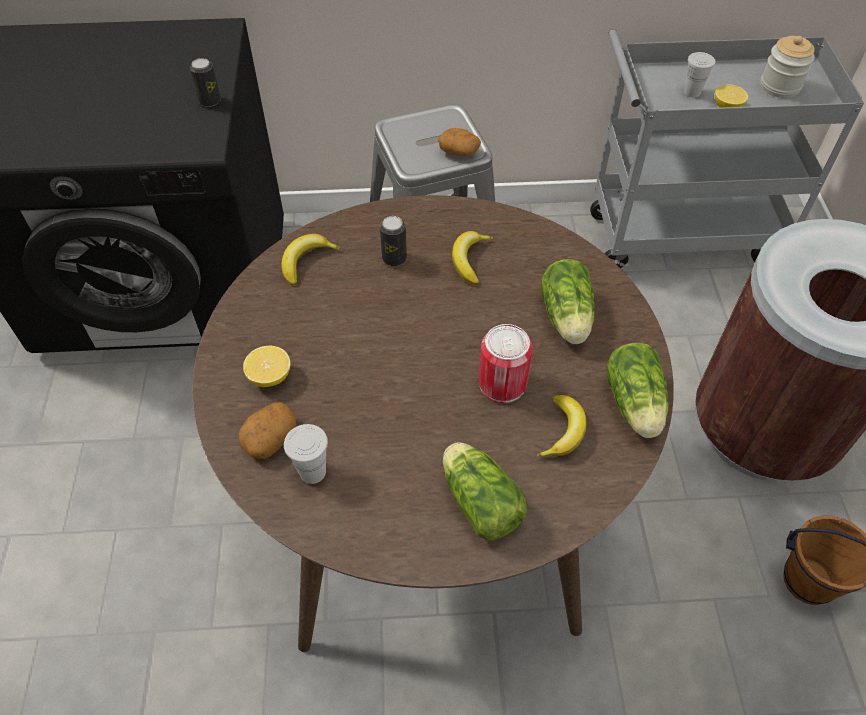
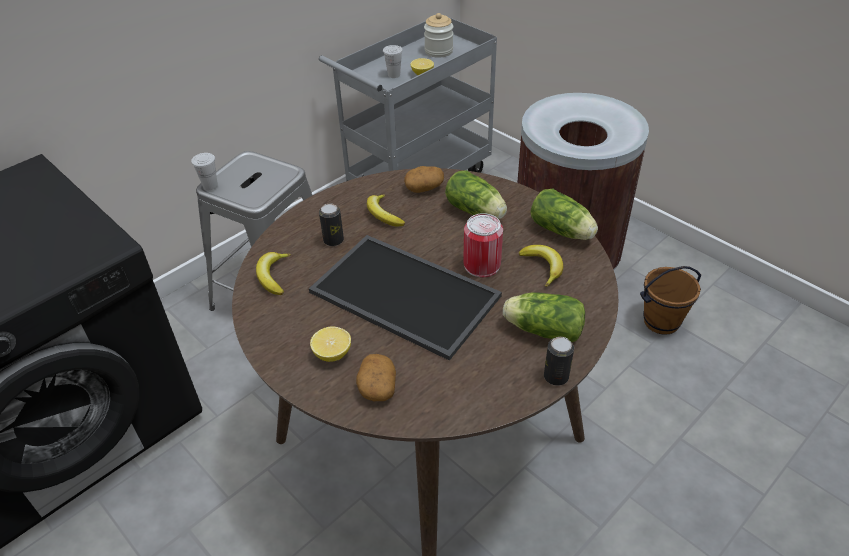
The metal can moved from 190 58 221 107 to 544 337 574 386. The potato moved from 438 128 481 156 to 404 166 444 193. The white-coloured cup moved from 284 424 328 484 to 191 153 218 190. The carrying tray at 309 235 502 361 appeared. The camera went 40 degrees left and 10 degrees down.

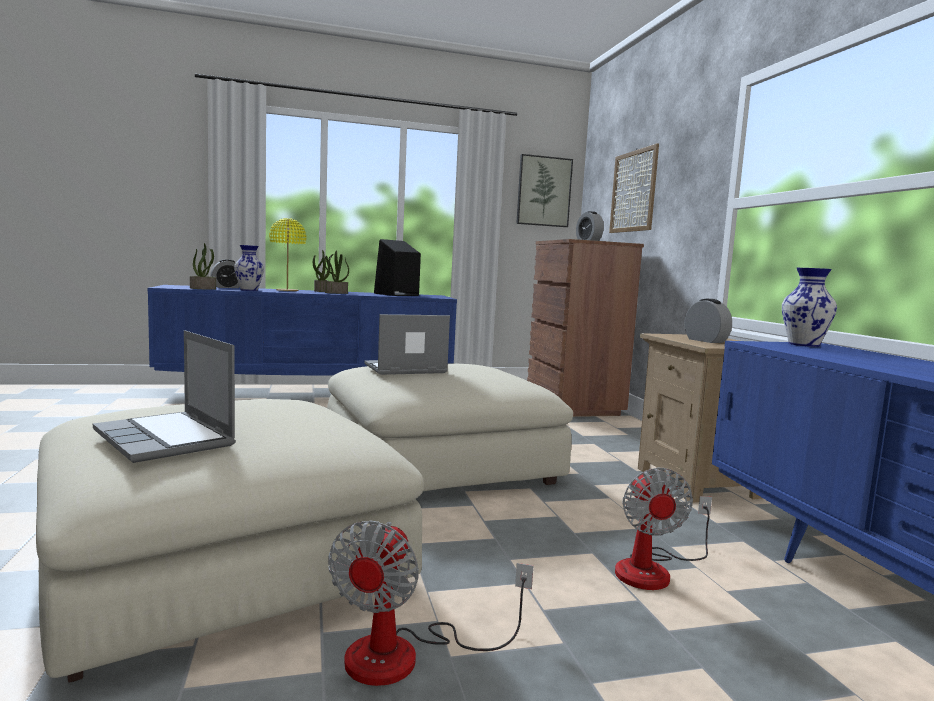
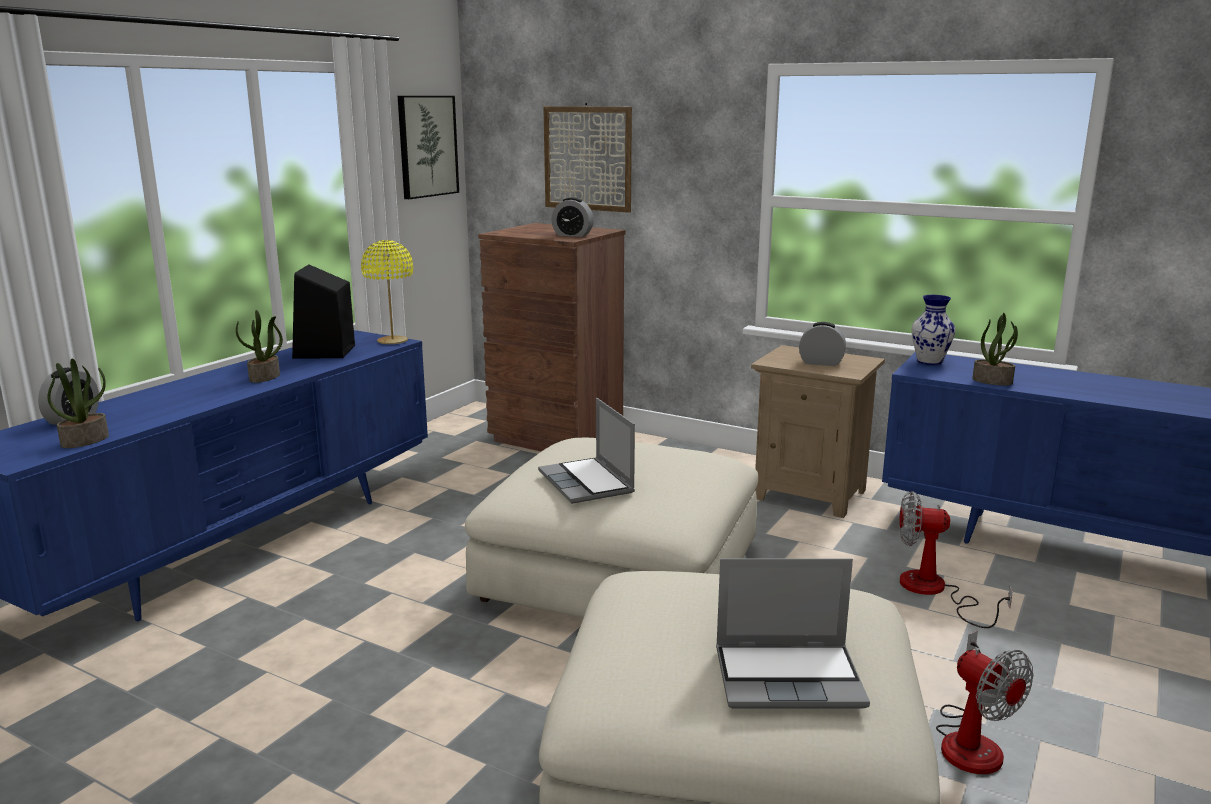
The yellowish lamp for a table moved from 269 218 306 291 to 361 240 413 344. The flower vase at 234 245 264 291 disappeared. The houseplant moved from 313 250 334 292 to 972 313 1018 386. The laptop at 364 314 450 375 turned 45 degrees counterclockwise. The electric fan at 615 468 712 590 turned 150 degrees clockwise. The camera went 45 degrees left and 10 degrees up.

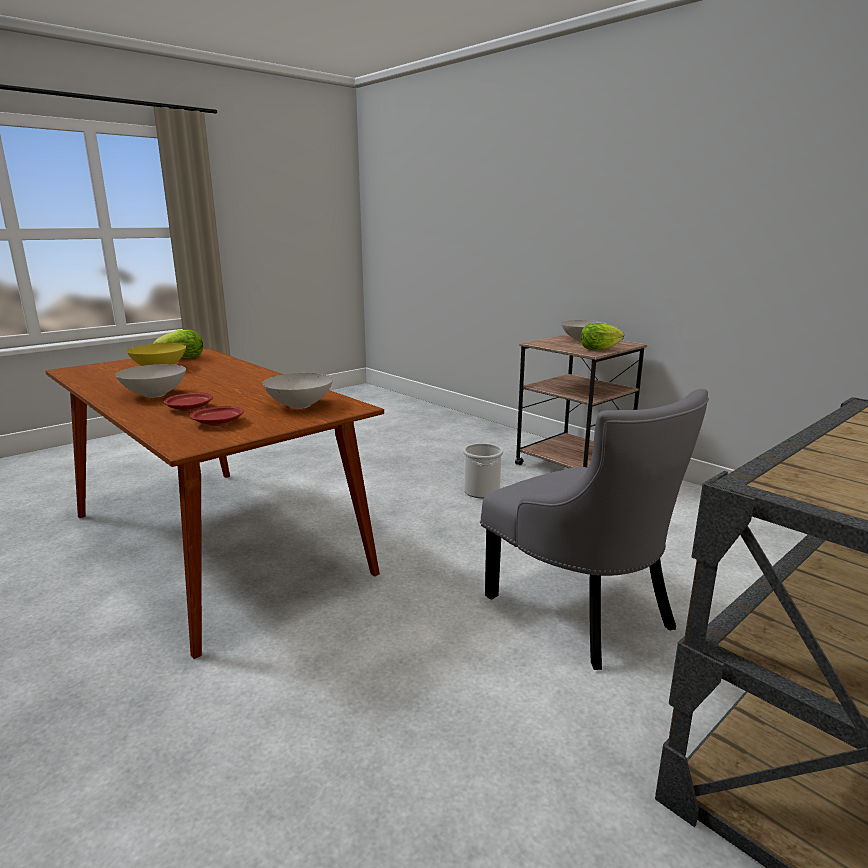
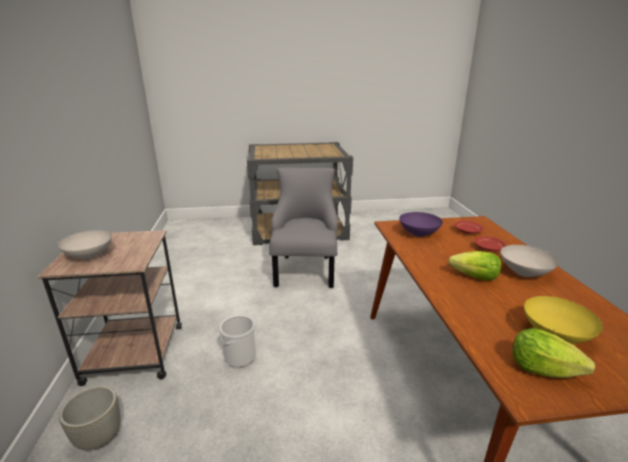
The head of lettuce moved from 581 323 624 350 to 448 251 501 281. The white-coloured serving bowl at 263 373 333 409 became the purple serving bowl at 399 212 443 237. The gray plant pot at 59 386 120 450 appeared. The camera went 145 degrees left and 5 degrees up.

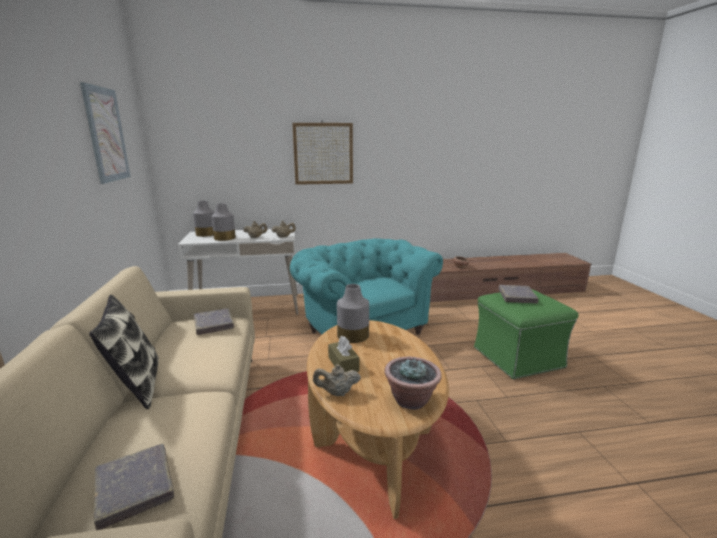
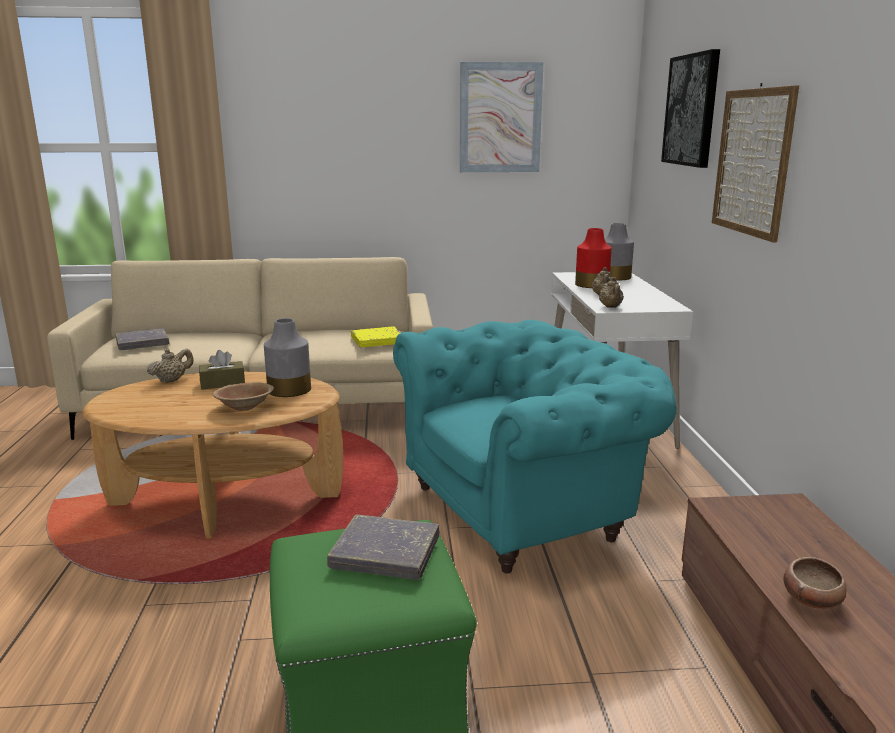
The gray flower vase at 211 203 236 241 became the reddish flower vase at 575 228 612 288. The cushion at 89 295 159 409 disappeared. The gray book at 194 308 234 335 became the yellowish book at 351 326 401 347. The houseplant at 384 357 442 410 disappeared. The sand-coloured pot for tea at 313 364 361 396 turned 45 degrees clockwise. The wall picture at 661 49 720 168 appeared. The brownish serving bowl at 212 382 274 411 appeared. The camera went 95 degrees right and 0 degrees up.

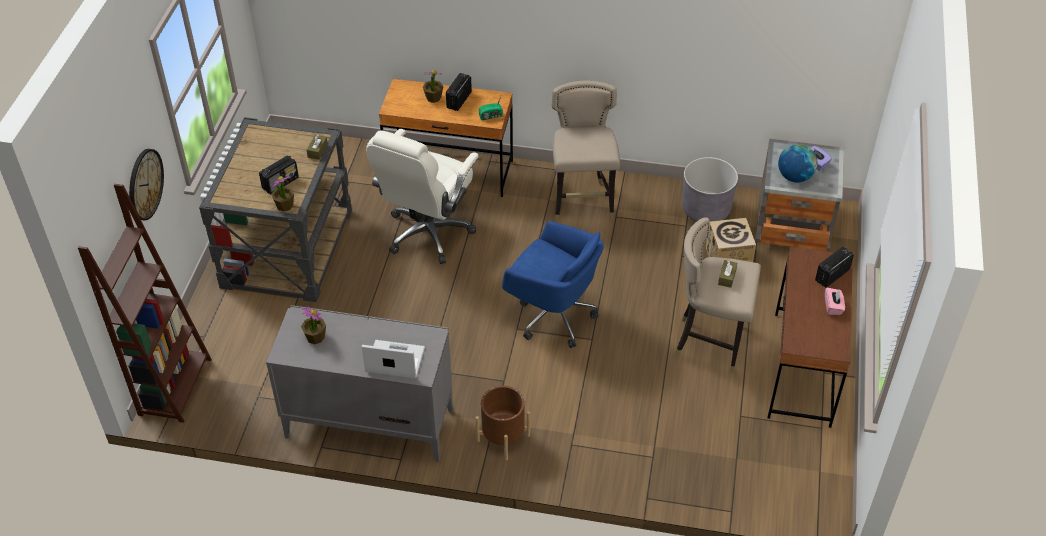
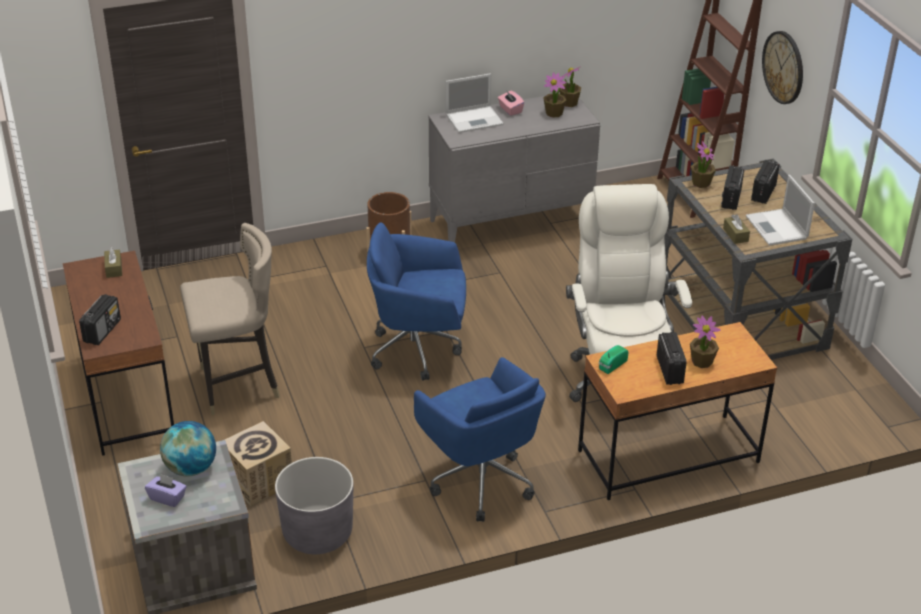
The sand-coloured stool at 552 80 620 221 was replaced by the blue-coloured computer chair at 414 357 546 522. The brownish tissue holder moved from 718 260 737 288 to 104 247 122 278. The pinkish tissue holder moved from 825 287 845 315 to 498 90 524 116. The houseplant at 559 66 581 107 appeared. The radio receiver at 751 160 780 204 appeared. The laptop at 746 175 815 246 appeared. The camera went 150 degrees right and 10 degrees down.

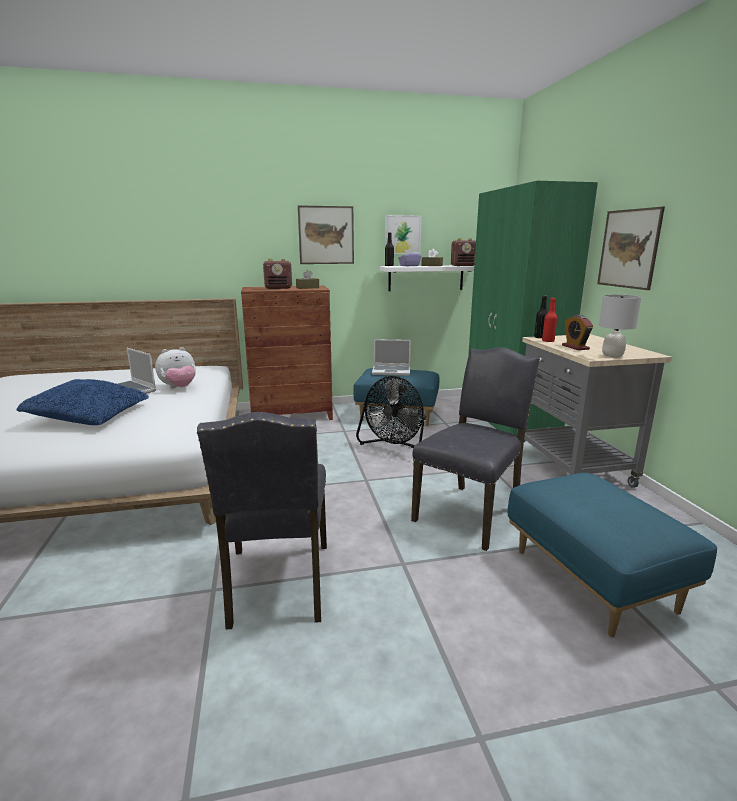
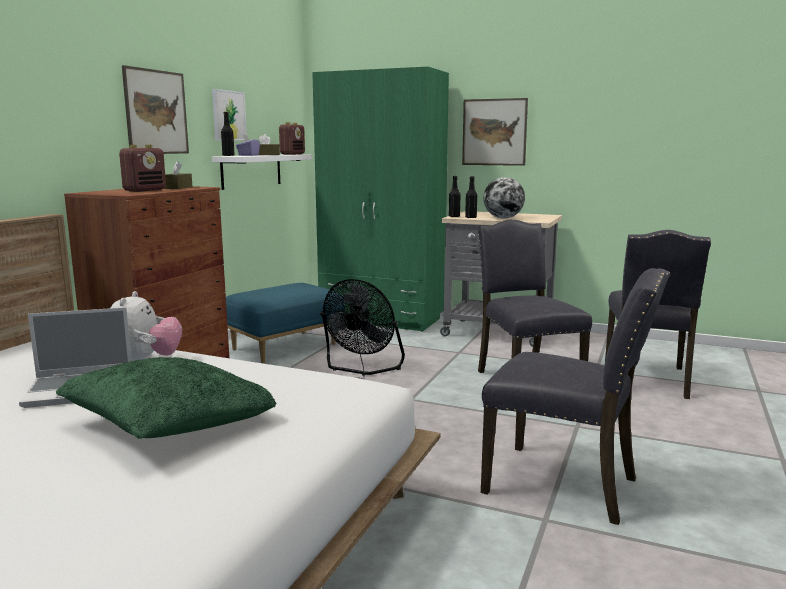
The gray lamp for a table at 599 294 642 357 disappeared. The reddish beverage bottle at 542 298 557 342 became the black-coloured beverage bottle at 465 176 477 218. The bedside clock at 562 315 593 350 was replaced by the world globe at 484 177 525 219. The laptop at 372 339 411 376 disappeared. The black-coloured electric fan at 356 376 426 448 turned 135 degrees counterclockwise. The blue-coloured cushion at 16 379 149 425 became the green cushion at 56 357 276 439. The blue-coloured ottoman at 508 473 717 637 was replaced by the gray upright chair at 605 230 711 399. The camera went 55 degrees left and 5 degrees down.

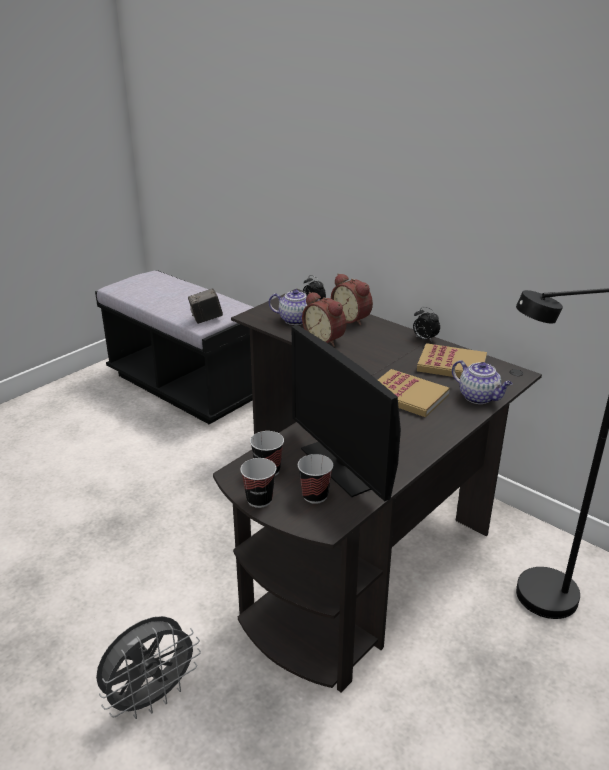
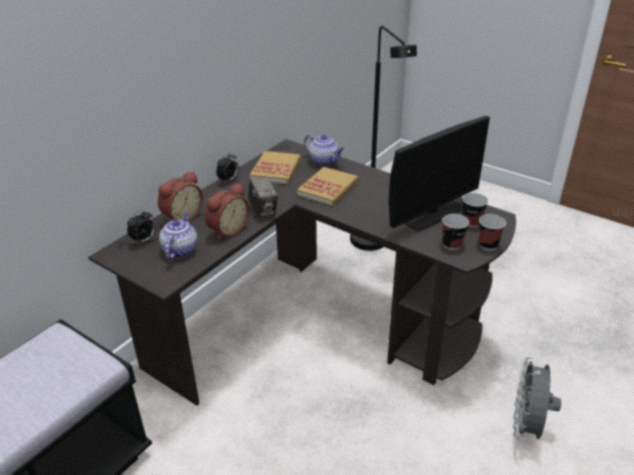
The still camera moved from 188 288 223 324 to 248 176 278 218. The pot for tea at 452 360 513 404 turned 90 degrees clockwise. The gray electric fan at 96 616 201 719 turned 120 degrees counterclockwise. The camera went 95 degrees left and 5 degrees up.

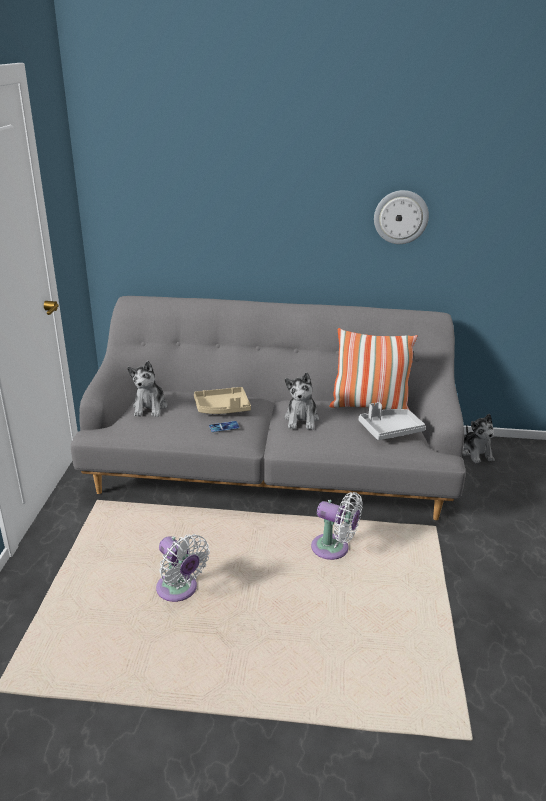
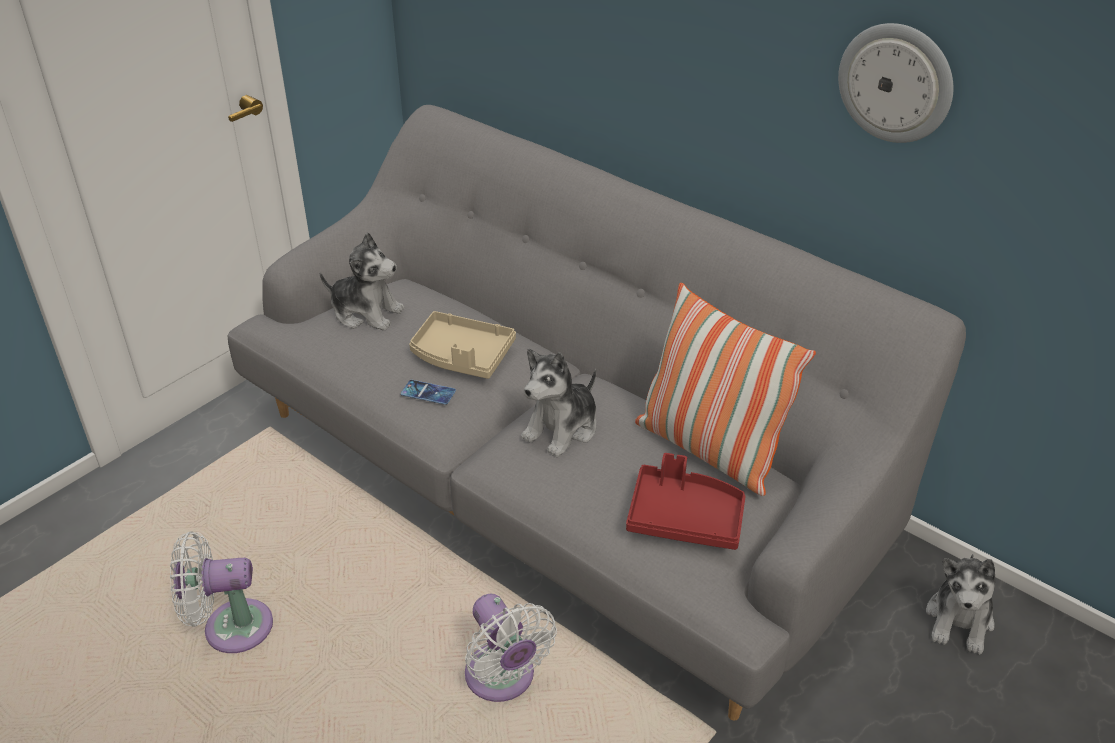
The plush toy at 127 361 167 417 turned 105 degrees counterclockwise. The gray carrying tray at 359 402 426 440 became the reddish carrying tray at 626 453 746 550. The white-coloured electric fan at 156 534 210 602 turned 90 degrees clockwise. The camera went 35 degrees right and 10 degrees up.

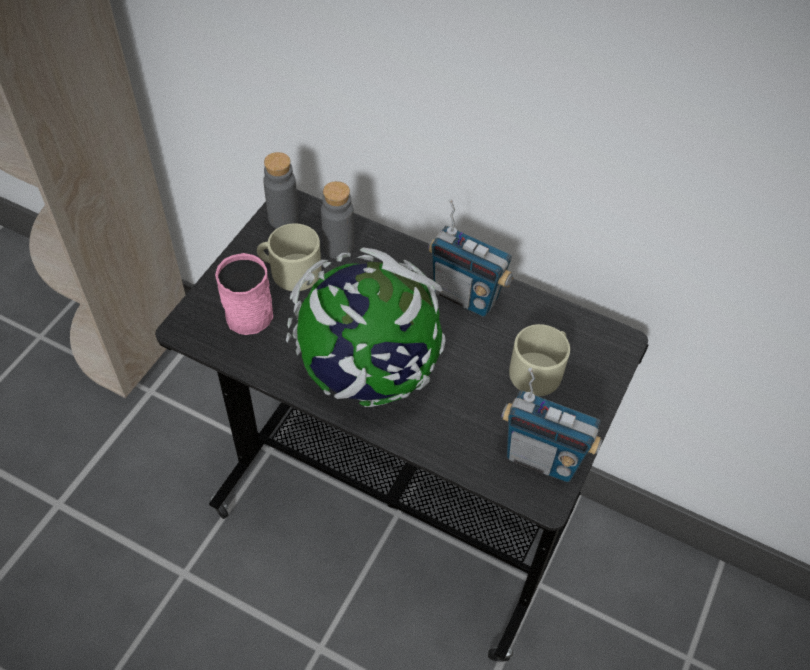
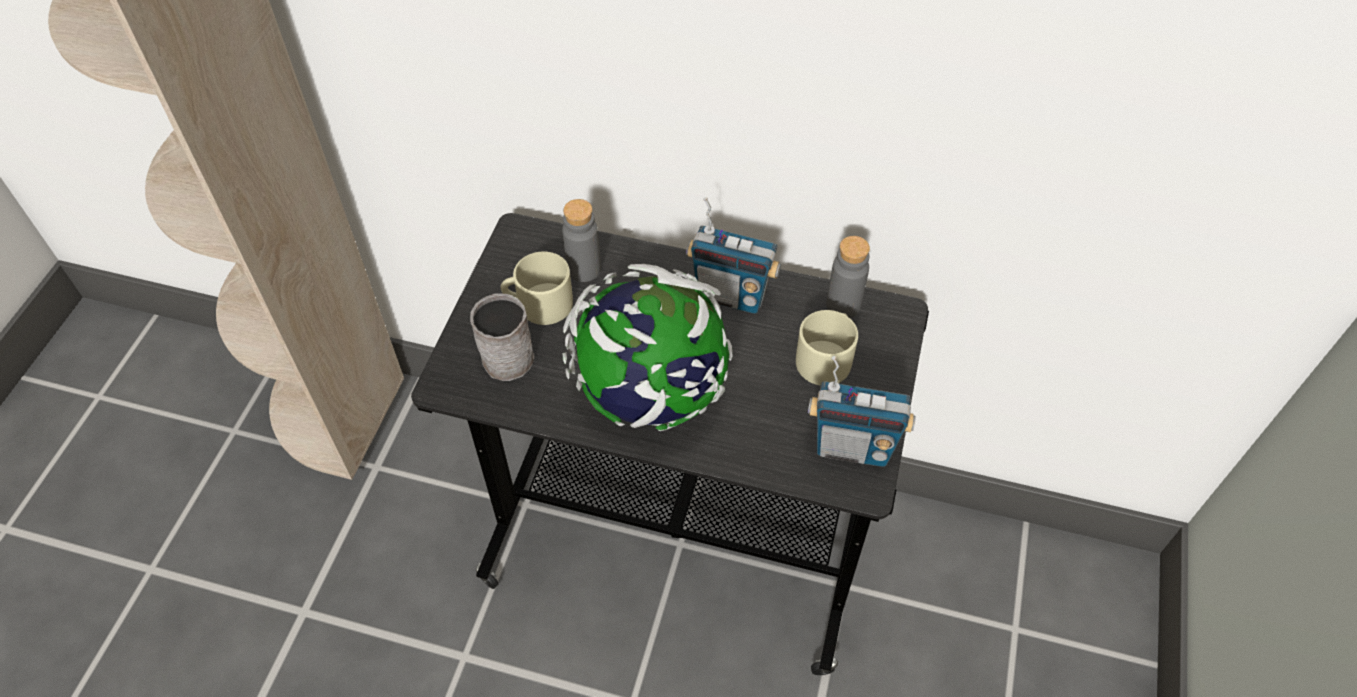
The gray beverage bottle moved from 263 152 299 229 to 826 236 870 318. The pinkish coffee mug at 215 253 273 335 became the gray coffee mug at 470 294 535 381. The camera went 10 degrees left and 0 degrees up.

